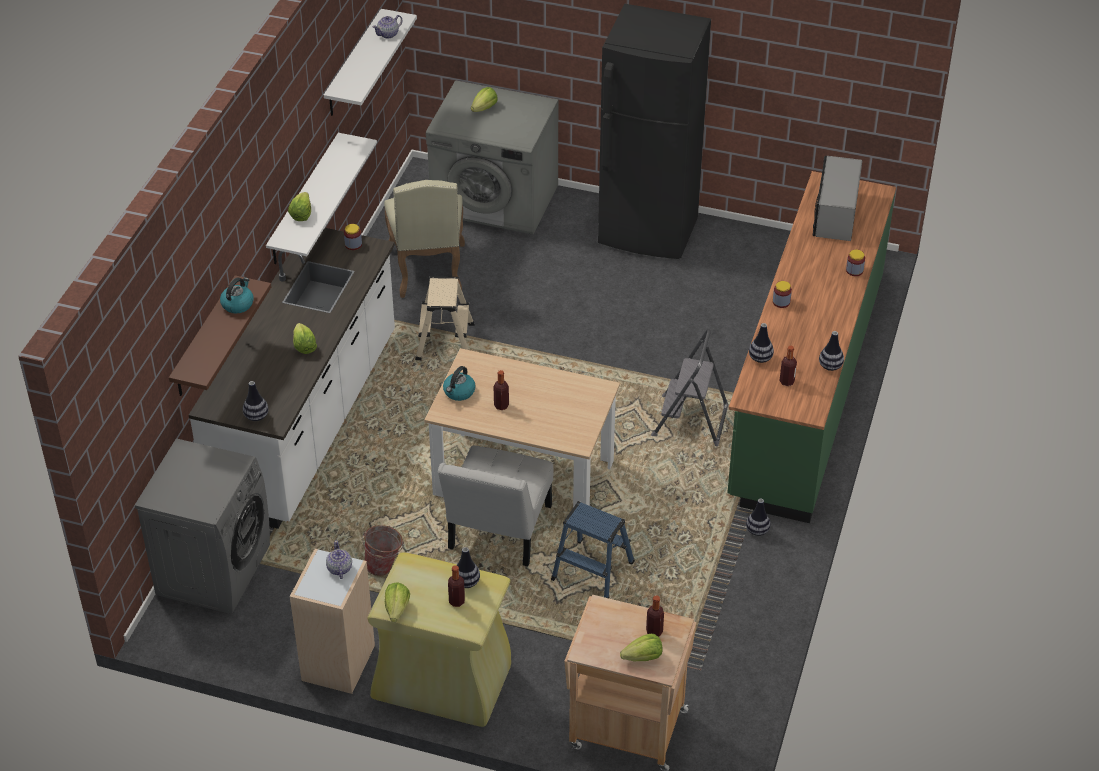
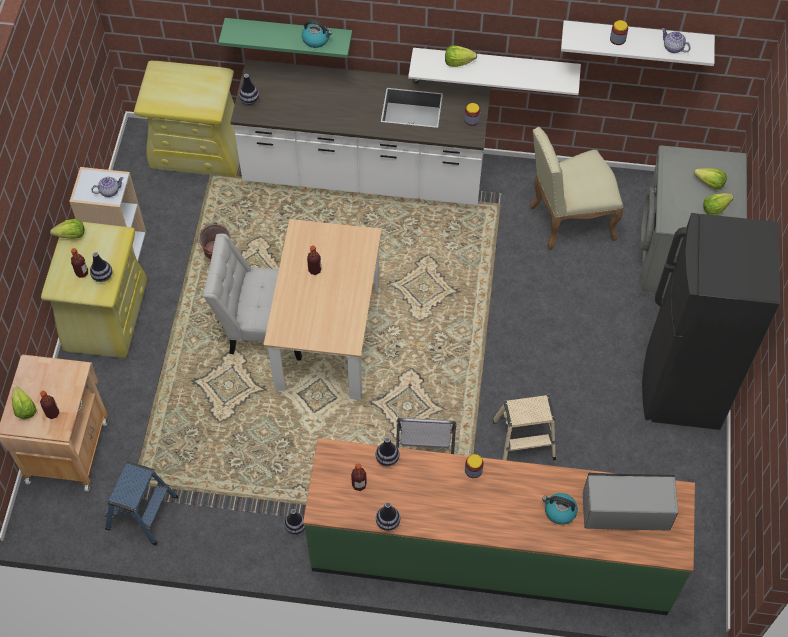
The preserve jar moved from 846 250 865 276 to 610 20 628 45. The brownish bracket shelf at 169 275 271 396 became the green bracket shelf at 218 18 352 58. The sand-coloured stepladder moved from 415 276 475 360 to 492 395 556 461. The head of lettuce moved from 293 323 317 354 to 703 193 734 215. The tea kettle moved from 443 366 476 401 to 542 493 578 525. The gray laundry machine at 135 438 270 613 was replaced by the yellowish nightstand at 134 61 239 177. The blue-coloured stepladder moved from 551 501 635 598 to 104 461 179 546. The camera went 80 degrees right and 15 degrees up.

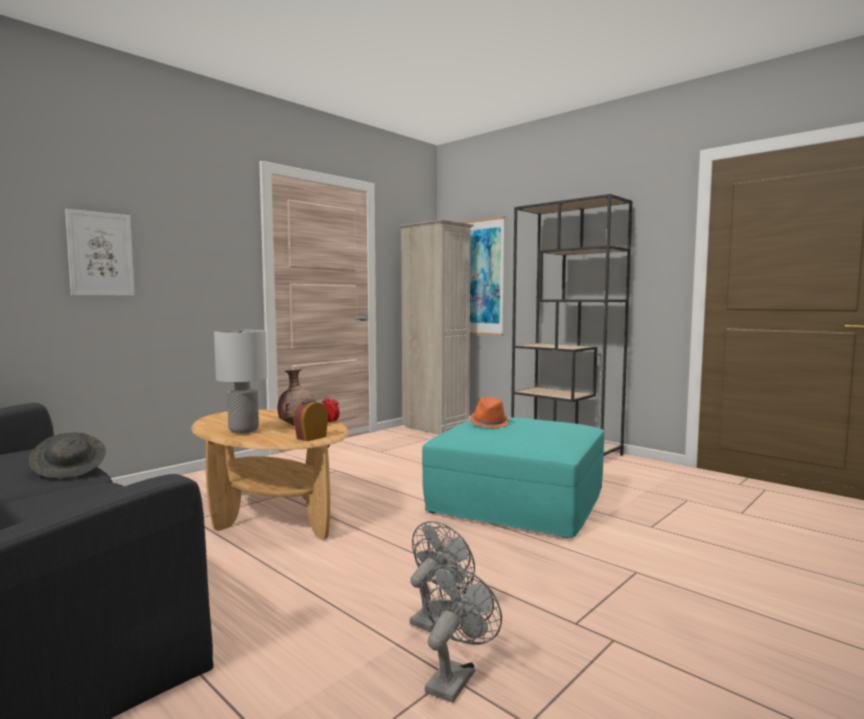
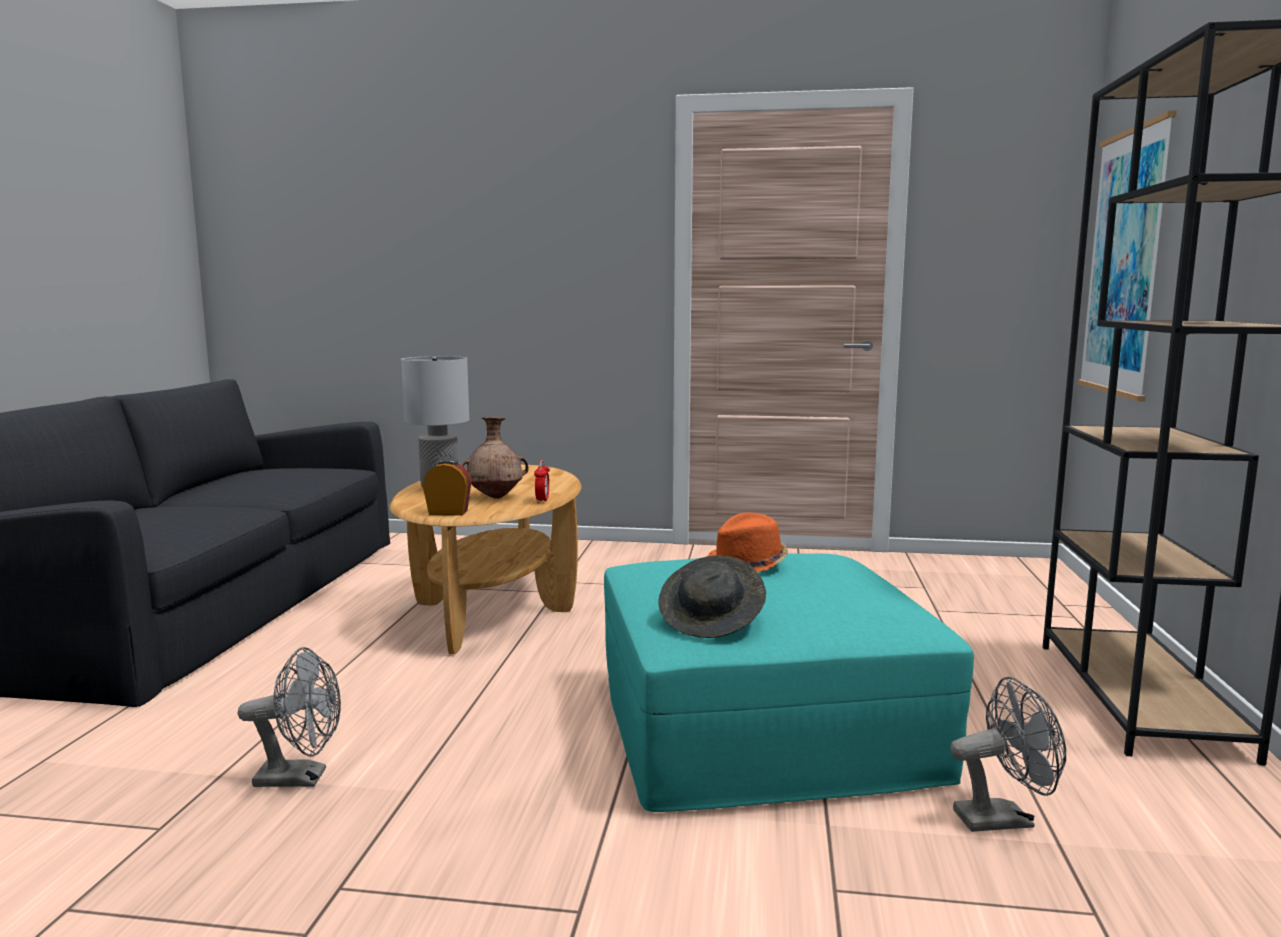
The wall picture at 65 209 135 296 disappeared. The sand-coloured cabinet at 399 220 474 435 disappeared. The gray hat moved from 29 432 106 478 to 658 555 766 638. The gray electric fan moved from 421 565 502 703 to 950 677 1066 832. The camera went 55 degrees right and 5 degrees up.

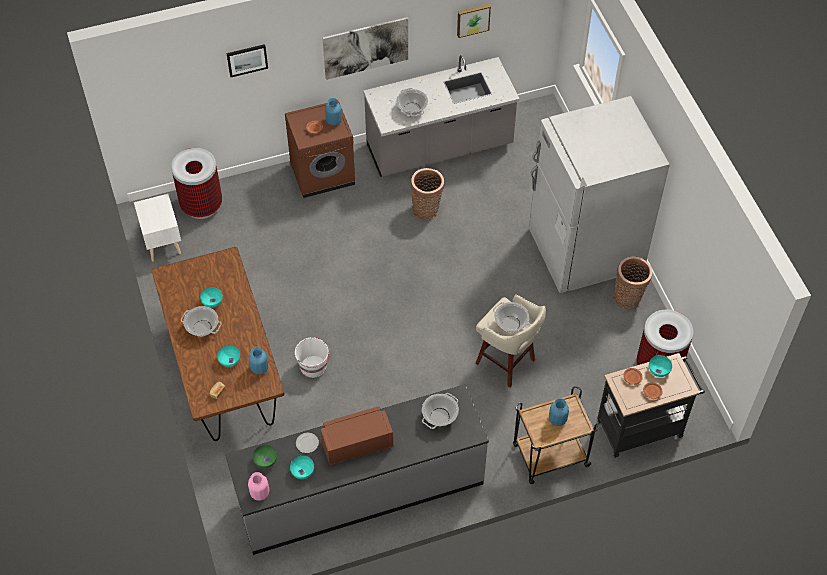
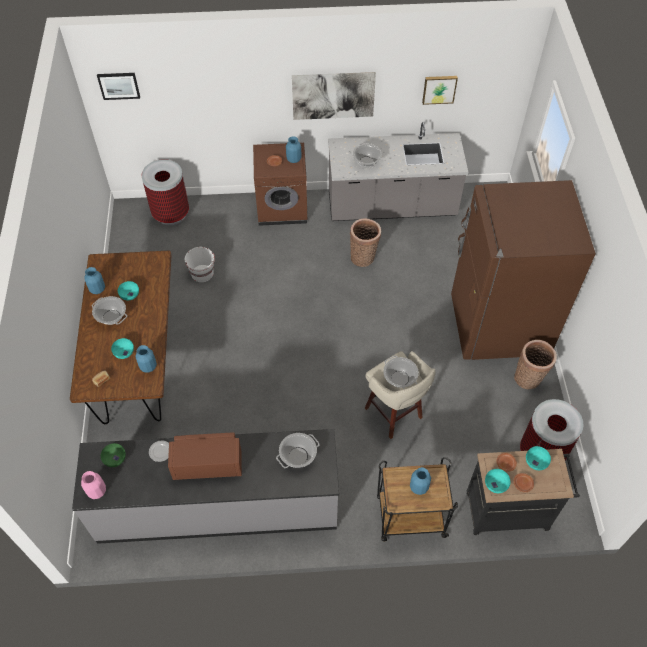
The wall picture moved from 226 44 268 77 to 97 73 140 100. The white-coloured refrigerator at 529 96 670 293 became the brownish refrigerator at 451 180 596 360. The white-coloured nightstand at 134 194 181 261 disappeared. The white-coloured pail moved from 295 337 330 378 to 185 247 215 282. The turquoise serving bowl moved from 290 456 314 479 to 485 469 510 493. The blue-coloured flower vase at 84 267 105 294 appeared. The camera went 15 degrees right and 0 degrees up.

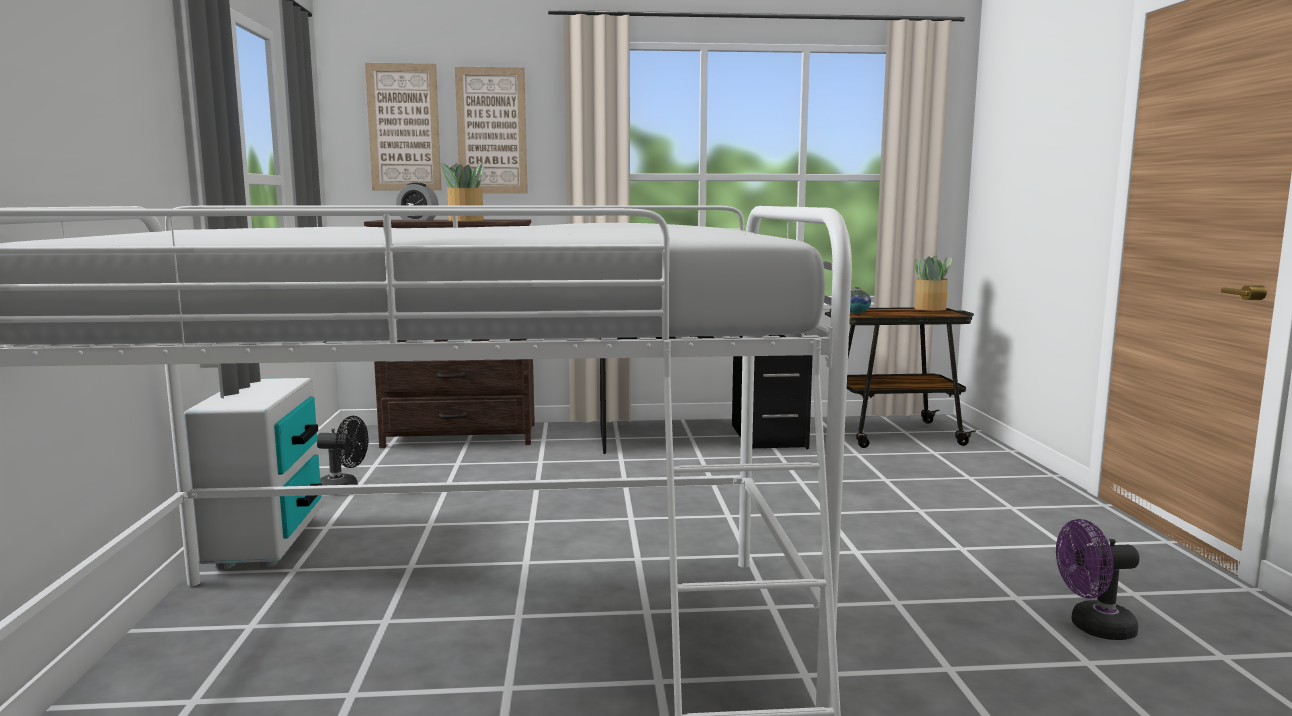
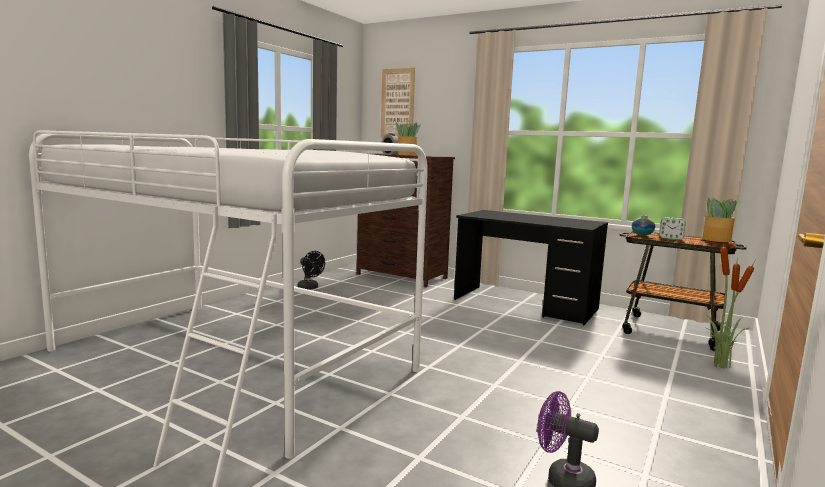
The wall picture at 455 67 528 193 disappeared. The white-coloured nightstand at 184 378 322 570 disappeared. The bedside clock at 659 217 686 240 appeared. The houseplant at 704 245 755 368 appeared. The camera went 35 degrees right and 0 degrees up.

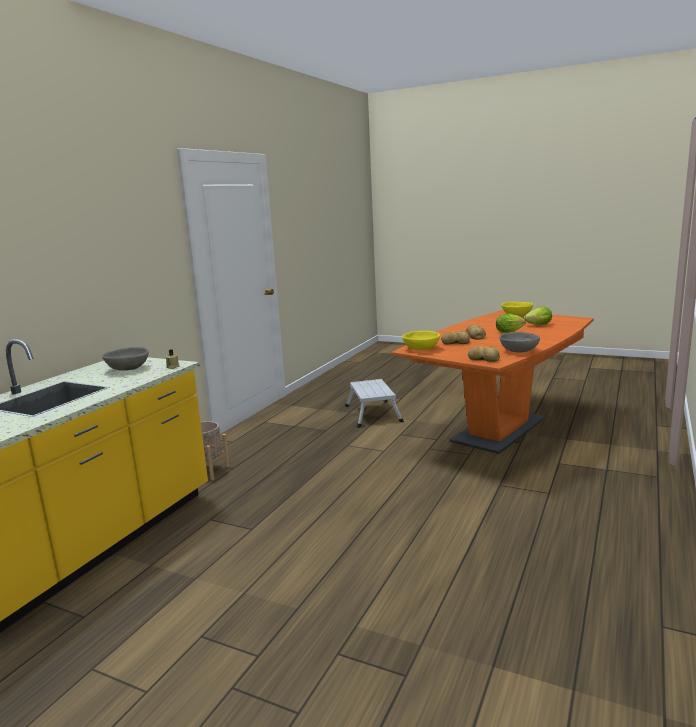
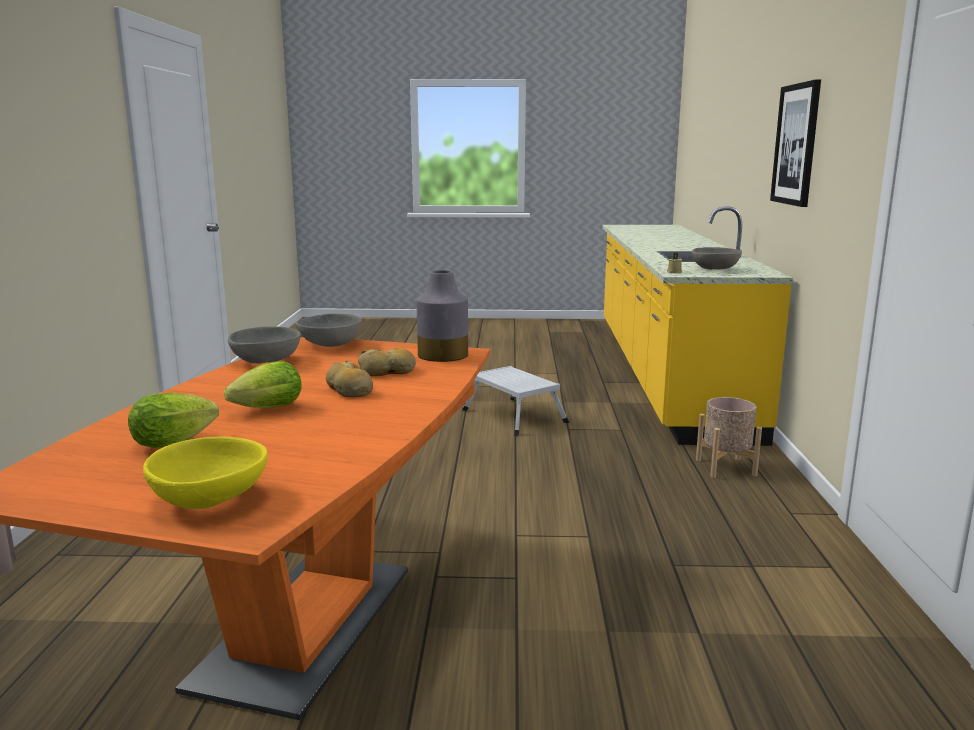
The yellowish serving bowl at 402 331 440 350 was replaced by the gray flower vase at 417 270 468 362. The baked bread at 468 346 500 362 was replaced by the gray serving bowl at 295 314 362 347. The white-coloured stepladder moved from 345 379 404 428 to 462 366 569 436. The wall picture at 770 79 821 207 appeared. The camera went 155 degrees right and 0 degrees up.

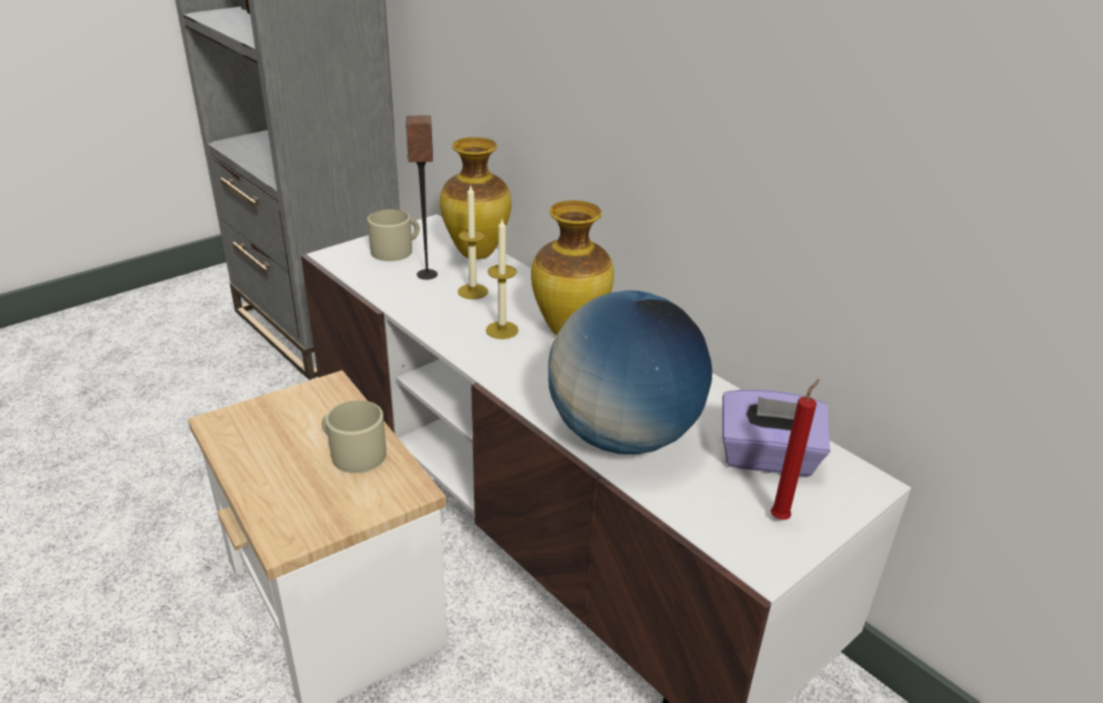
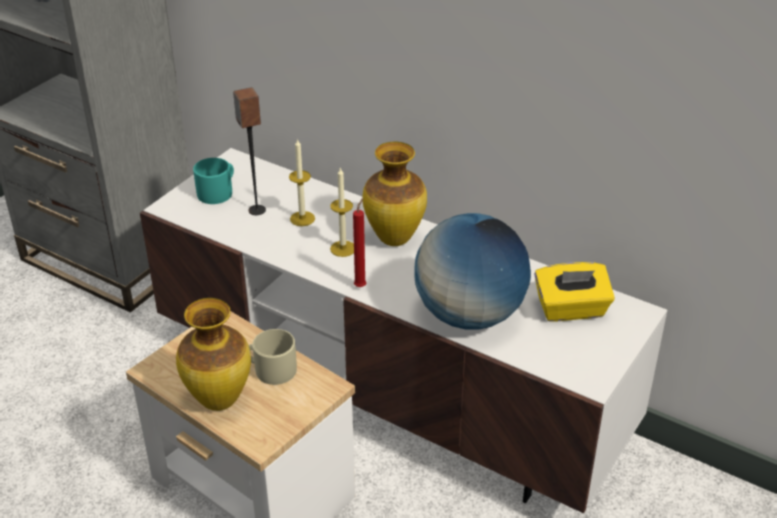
The flower vase moved from 440 137 511 259 to 176 298 251 411. The sand-coloured coffee mug at 367 209 420 261 became the turquoise coffee mug at 193 158 234 204. The reddish candle moved from 771 379 820 520 to 353 198 366 287. The purple tissue holder at 722 389 830 476 became the yellowish tissue holder at 534 262 615 321. The camera went 15 degrees left and 5 degrees up.

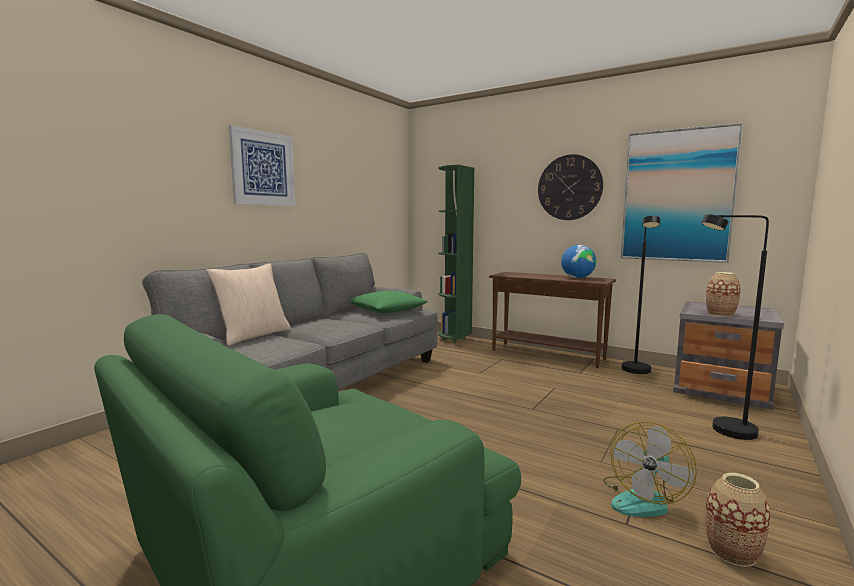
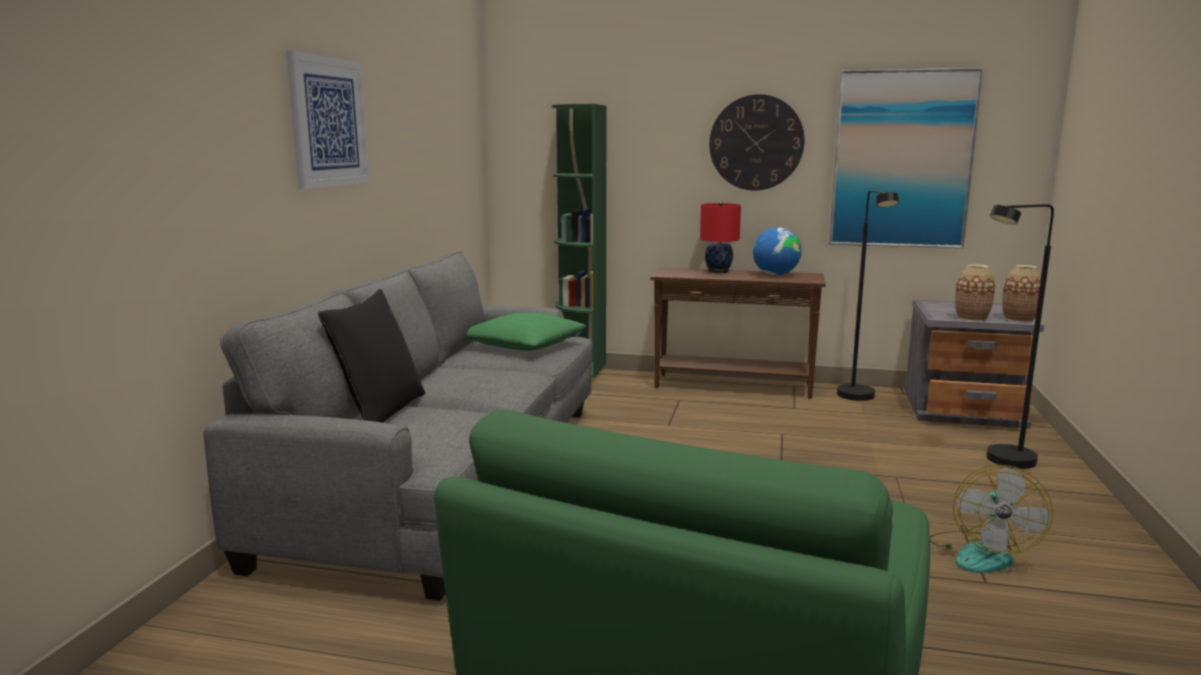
The sand-coloured cushion at 206 263 291 346 became the black-coloured cushion at 318 289 425 423. The flower vase moved from 705 473 770 567 to 1002 265 1041 322. The reddish lamp for a table at 700 202 741 273 appeared. The camera went 20 degrees left and 5 degrees up.

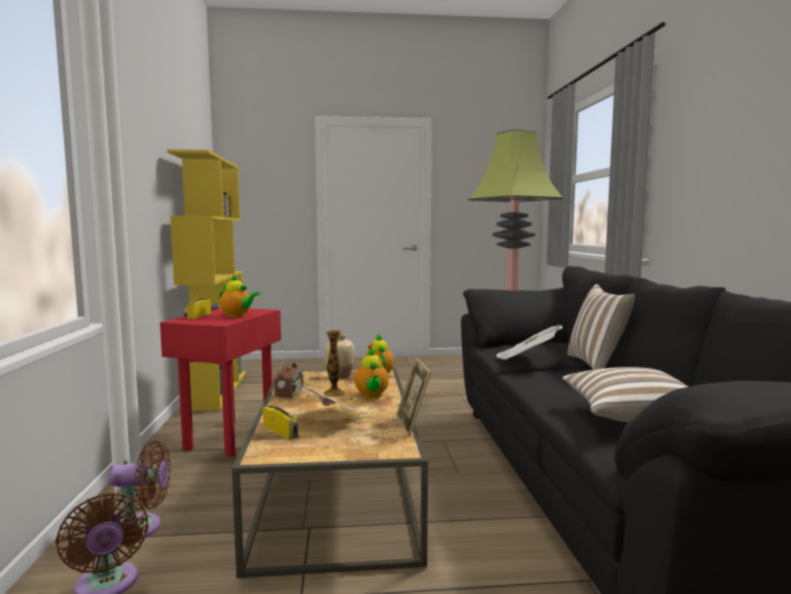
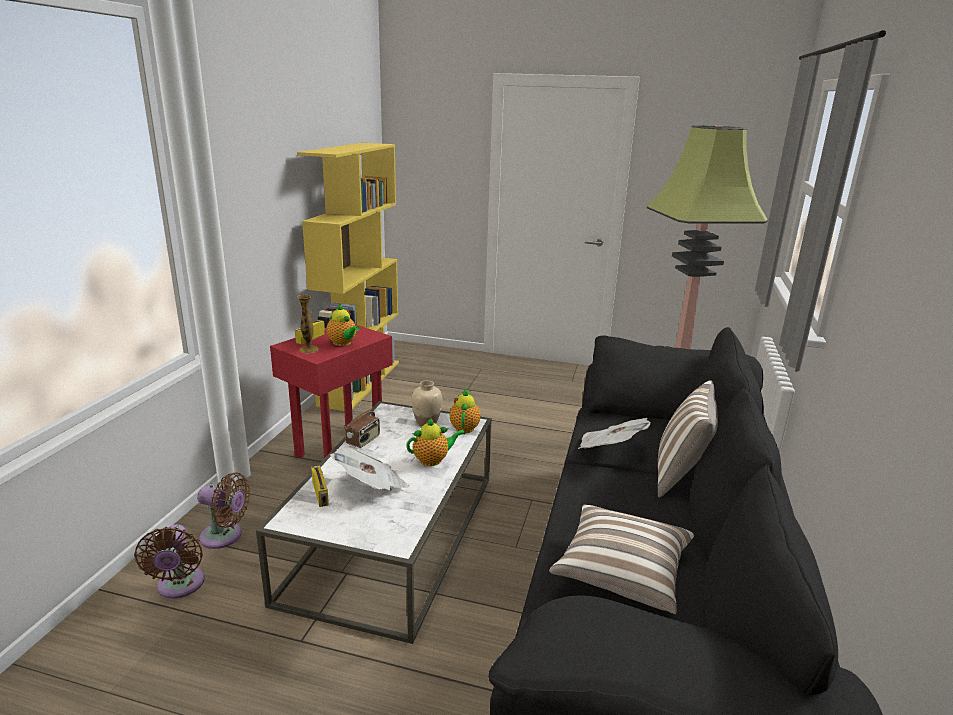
The flower vase moved from 324 330 345 397 to 297 295 319 353. The pot for tea at 355 348 389 399 turned 120 degrees counterclockwise. The picture frame at 396 357 431 436 disappeared. The brownish coffee table at 232 368 428 579 became the white-coloured coffee table at 256 401 492 644. The camera went 20 degrees right and 15 degrees up.

